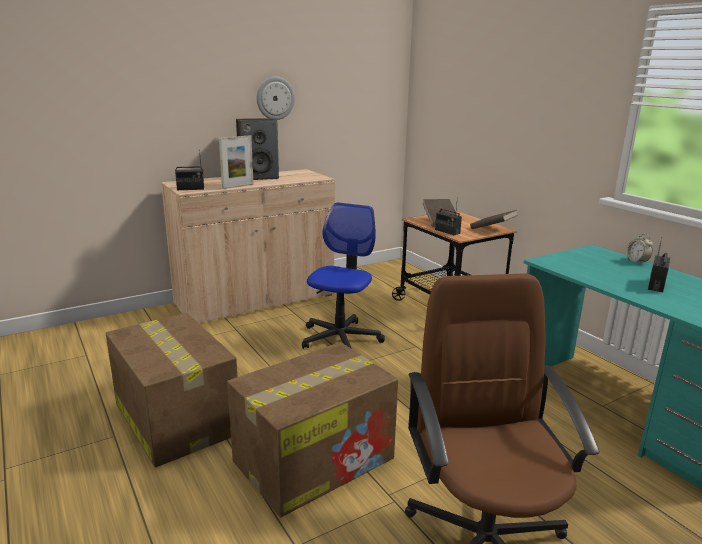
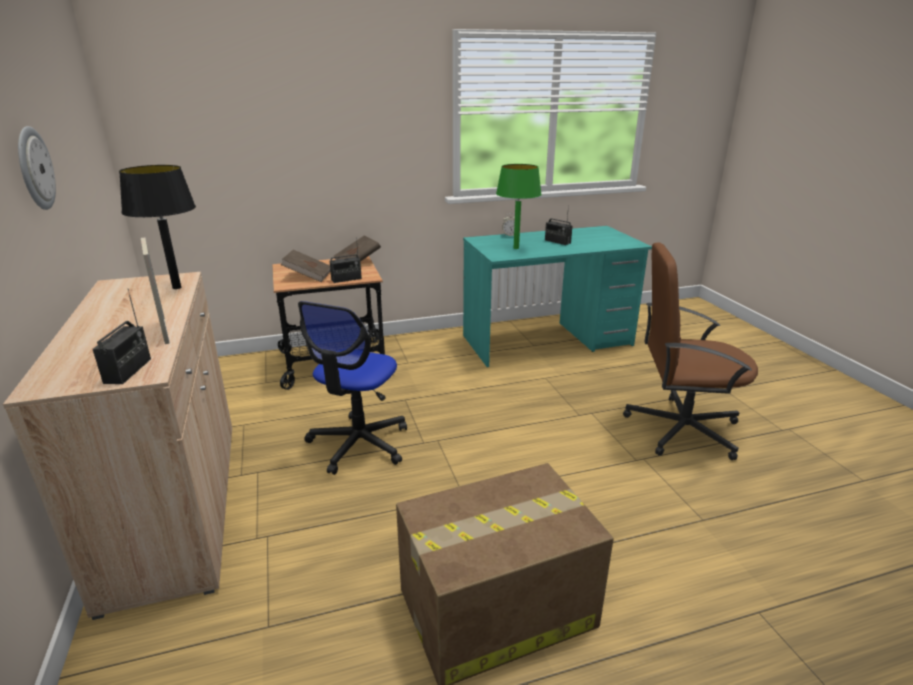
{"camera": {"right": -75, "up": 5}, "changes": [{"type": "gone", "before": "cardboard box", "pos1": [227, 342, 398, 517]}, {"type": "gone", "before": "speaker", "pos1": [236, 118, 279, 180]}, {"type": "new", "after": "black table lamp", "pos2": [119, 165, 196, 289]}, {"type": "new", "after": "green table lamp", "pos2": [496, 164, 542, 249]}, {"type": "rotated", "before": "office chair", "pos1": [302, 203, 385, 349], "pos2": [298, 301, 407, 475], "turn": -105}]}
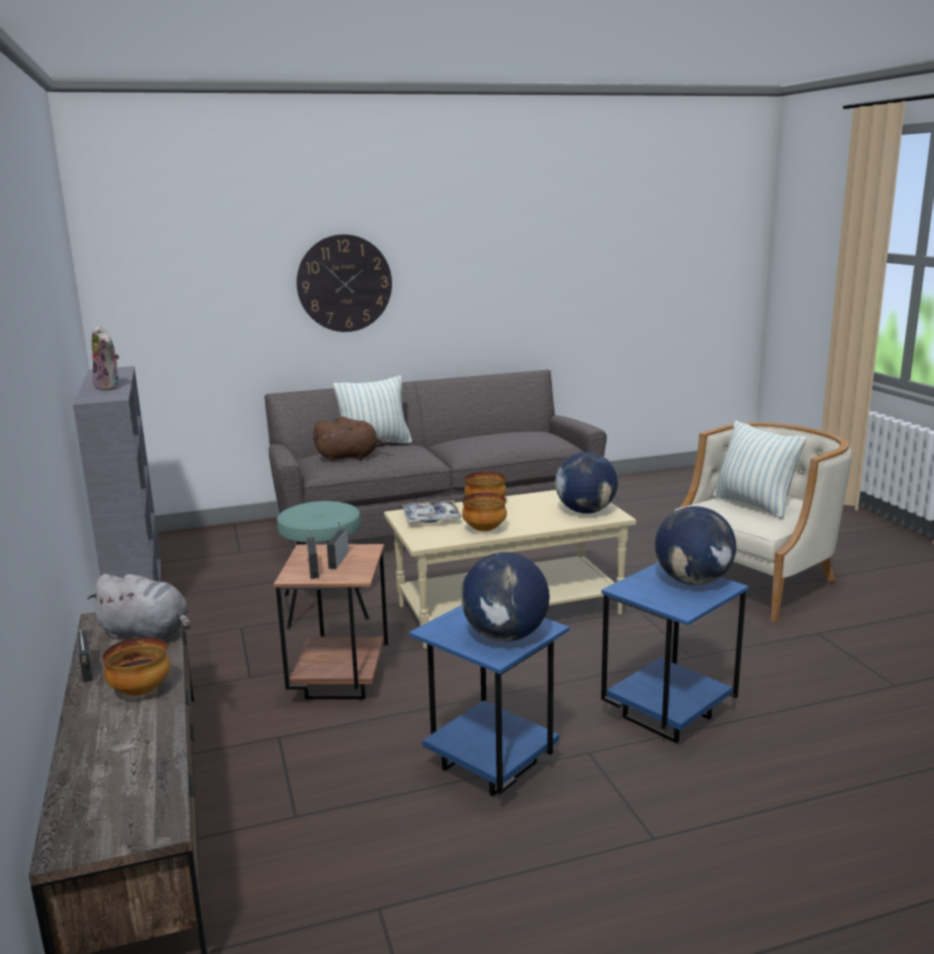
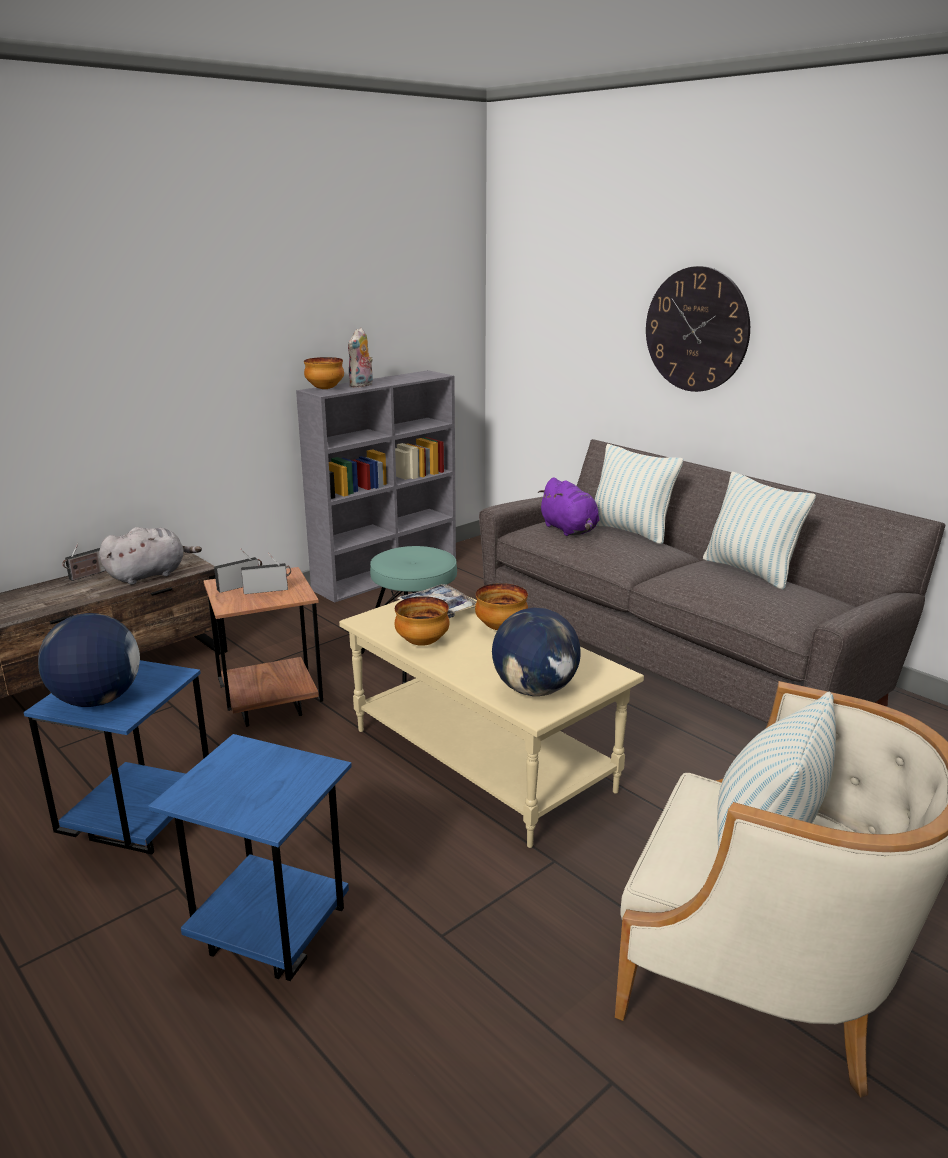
{"camera": {"right": 65, "up": 5}, "changes": [{"type": "gone", "before": "globe", "pos1": [655, 506, 736, 585]}, {"type": "new", "after": "pillow", "pos2": [703, 472, 816, 589]}, {"type": "shifted", "before": "bowl", "pos1": [102, 637, 170, 696], "pos2": [304, 357, 344, 389]}, {"type": "repainted", "before": "brown plush toy", "after": "purple plush toy", "pos1": [313, 416, 391, 461], "pos2": [538, 477, 599, 536]}, {"type": "rotated", "before": "grey plush toy", "pos1": [87, 574, 191, 640], "pos2": [99, 527, 202, 585], "turn": -120}]}
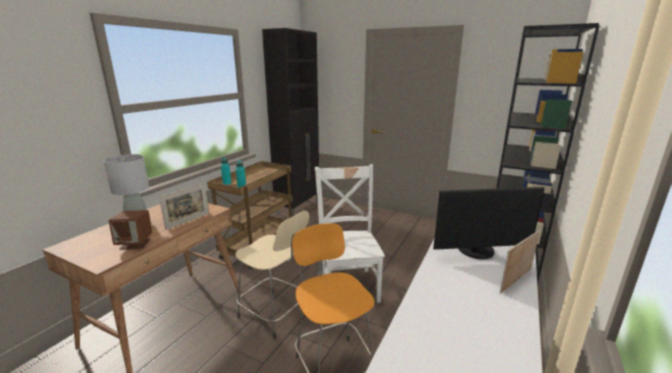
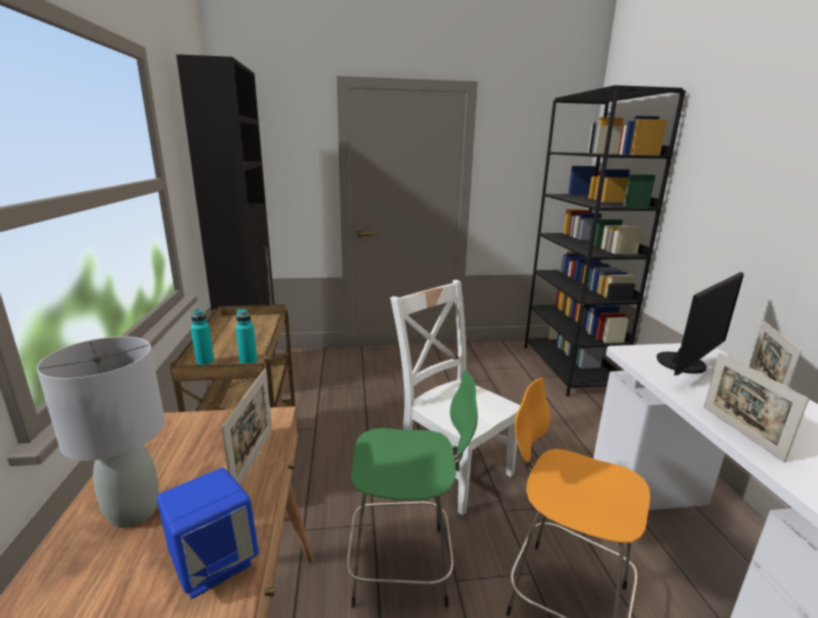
{"camera": {"right": -35, "up": 0}, "changes": [{"type": "new", "after": "picture frame", "pos2": [704, 352, 809, 462]}, {"type": "repainted", "before": "brown speaker", "after": "blue speaker", "pos1": [109, 210, 152, 250], "pos2": [157, 468, 259, 599]}, {"type": "repainted", "before": "beige stool", "after": "green stool", "pos1": [235, 211, 309, 339], "pos2": [346, 371, 478, 608]}]}
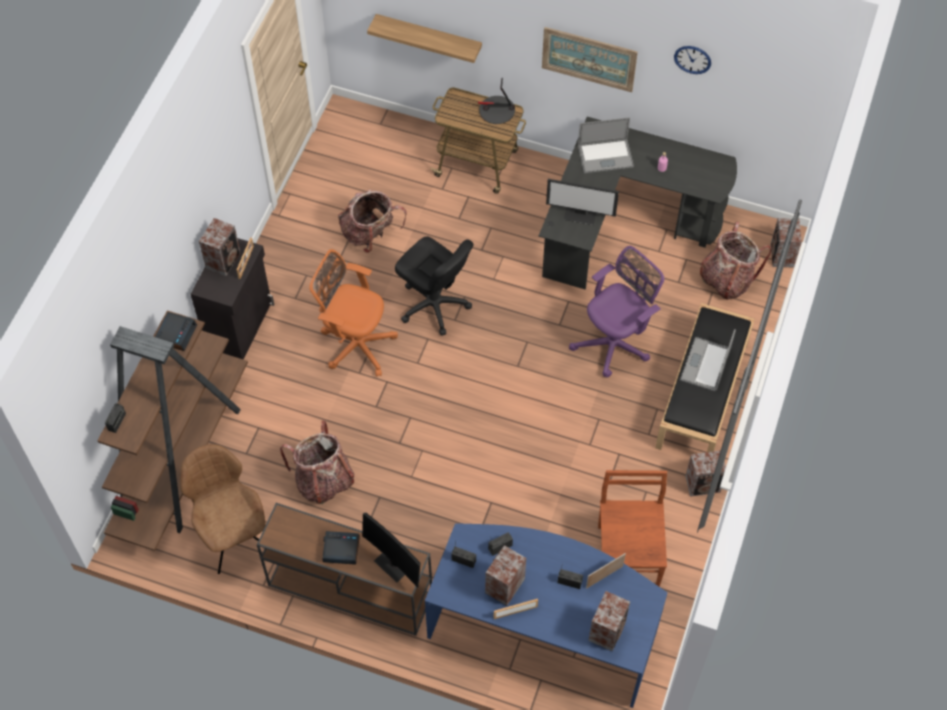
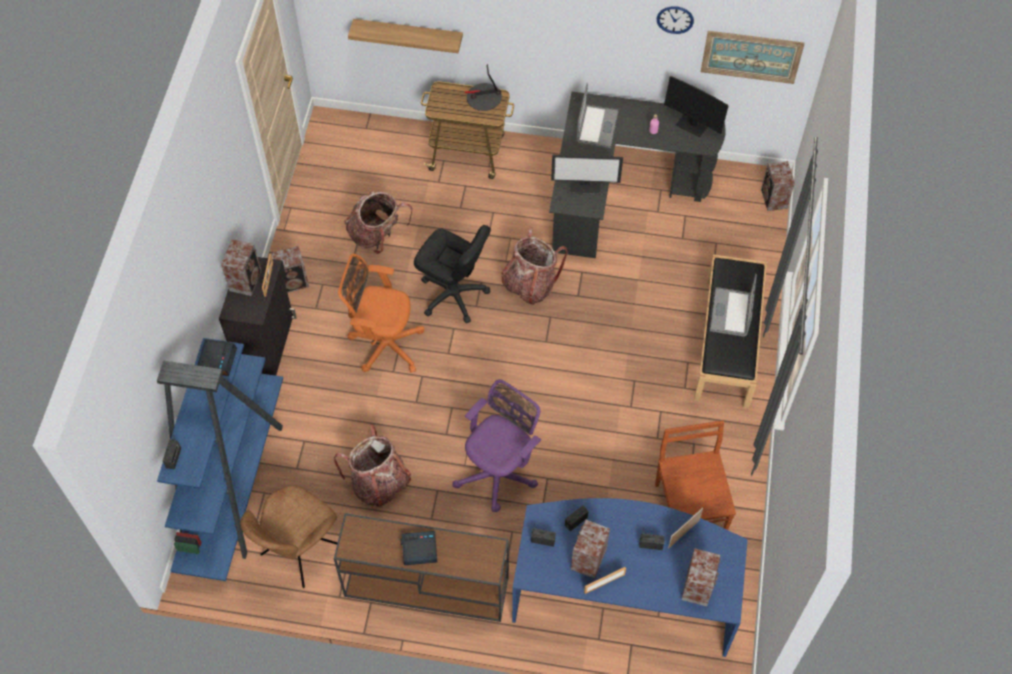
{"camera": {"right": -10, "up": 0}, "changes": [{"type": "shifted", "before": "monitor", "pos1": [362, 513, 420, 587], "pos2": [664, 76, 729, 138]}, {"type": "shifted", "before": "picture", "pos1": [542, 27, 638, 92], "pos2": [701, 31, 805, 84]}, {"type": "shifted", "before": "purple office chair", "pos1": [569, 246, 664, 377], "pos2": [453, 379, 541, 512]}, {"type": "shifted", "before": "speaker", "pos1": [686, 450, 726, 497], "pos2": [270, 246, 309, 293]}, {"type": "shifted", "before": "backpack", "pos1": [700, 222, 772, 300], "pos2": [501, 227, 567, 305]}, {"type": "repainted", "before": "brown bookcase", "after": "blue bookcase", "pos1": [97, 310, 248, 551], "pos2": [157, 338, 283, 581]}, {"type": "rotated", "before": "brown chair", "pos1": [180, 444, 265, 574], "pos2": [240, 485, 338, 588], "turn": -105}, {"type": "rotated", "before": "laptop", "pos1": [578, 117, 634, 173], "pos2": [577, 83, 619, 148], "turn": -60}]}
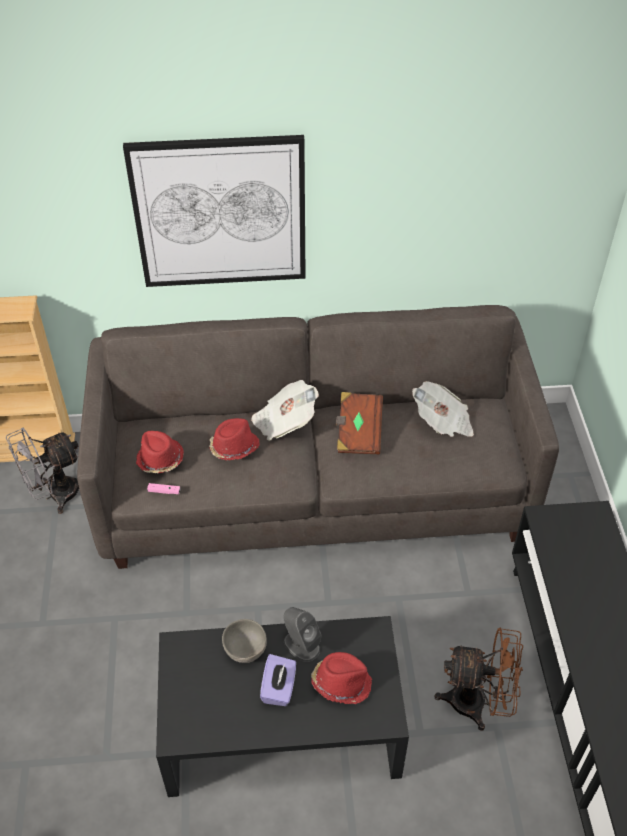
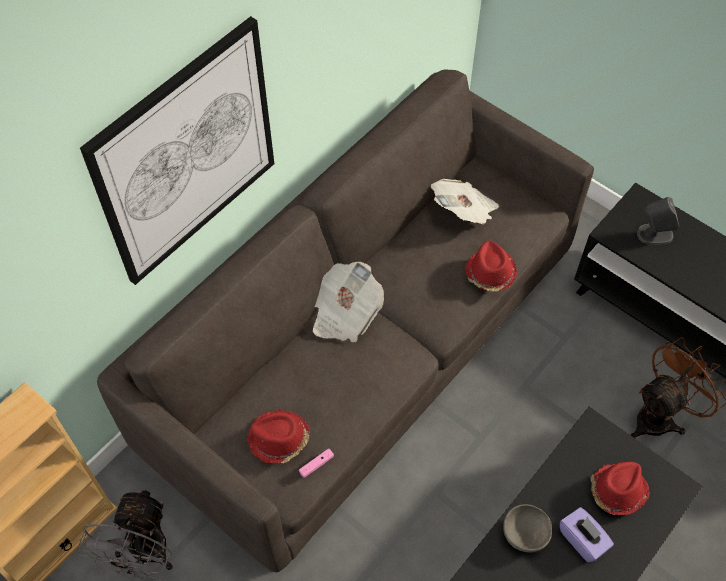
{"camera": {"right": -45, "up": 10}, "changes": [{"type": "gone", "before": "brown book", "pos1": [336, 392, 383, 455]}, {"type": "shifted", "before": "red hat", "pos1": [210, 418, 260, 460], "pos2": [465, 241, 517, 291]}, {"type": "shifted", "before": "grey speaker", "pos1": [284, 607, 322, 662], "pos2": [637, 197, 679, 245]}]}
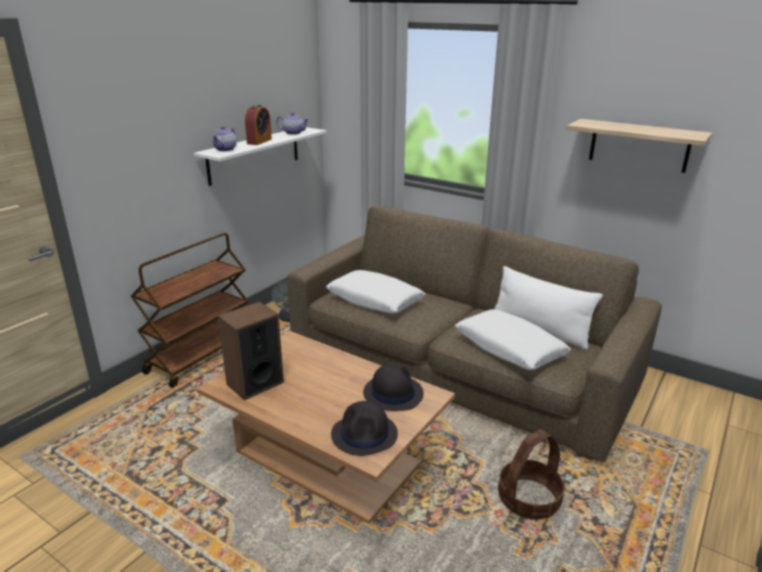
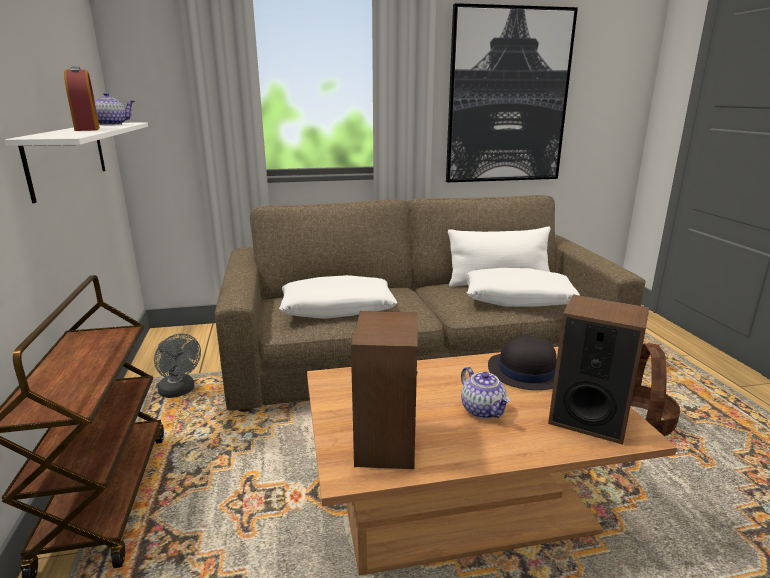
{"camera": {"right": -45, "up": -5}, "changes": [{"type": "shifted", "before": "teapot", "pos1": [212, 126, 237, 151], "pos2": [461, 367, 510, 419]}, {"type": "swapped", "before": "black hat", "after": "speaker", "pos1": [331, 401, 398, 456], "pos2": [548, 295, 649, 445]}, {"type": "swapped", "before": "shelf", "after": "picture", "pos1": [566, 119, 713, 173], "pos2": [446, 3, 578, 182]}]}
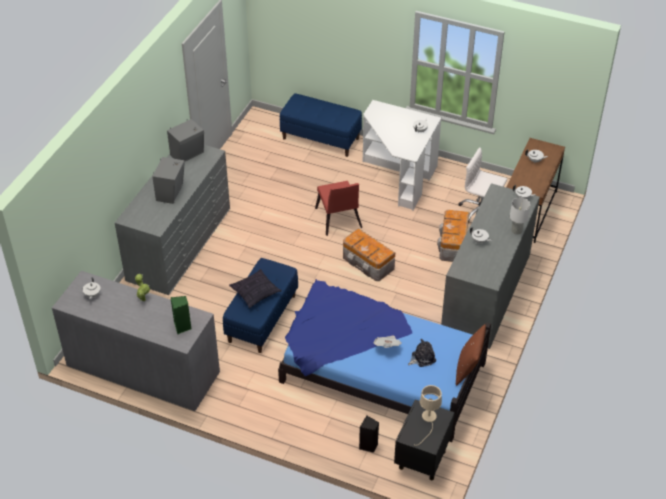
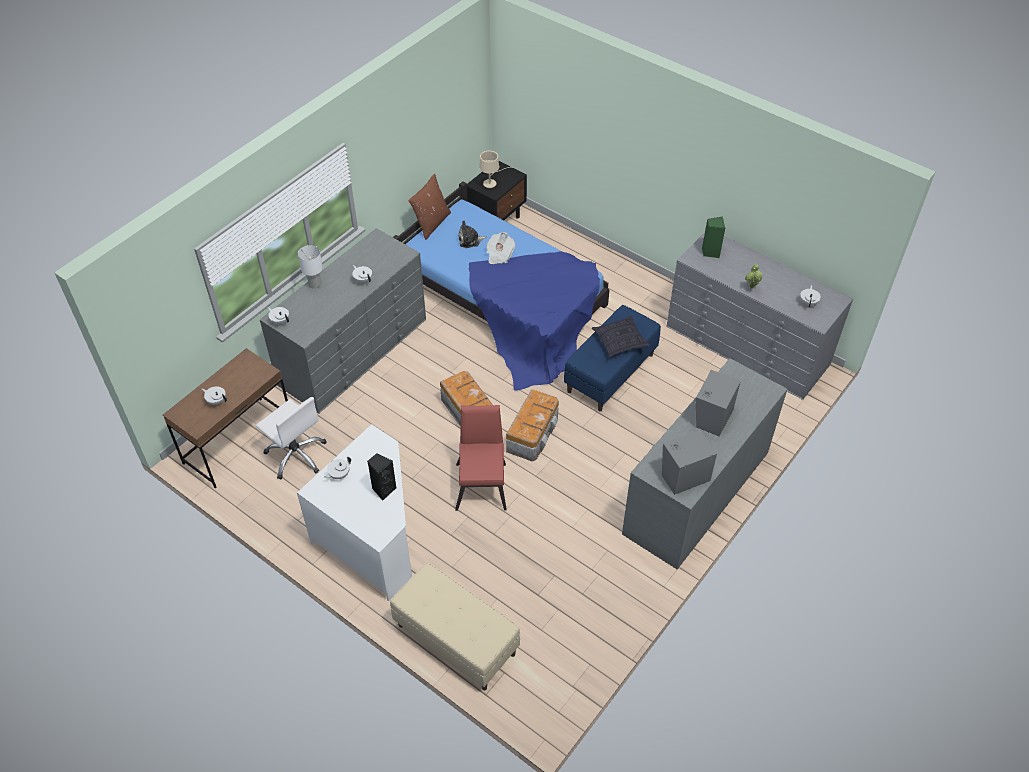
{"camera": {"right": -165, "up": 5}, "changes": [{"type": "shifted", "before": "black speaker", "pos1": [359, 415, 379, 453], "pos2": [367, 453, 396, 501]}, {"type": "shifted", "before": "storage box", "pos1": [437, 210, 469, 262], "pos2": [506, 389, 559, 461]}, {"type": "repainted", "before": "blue bench", "after": "beige bench", "pos1": [280, 93, 362, 157], "pos2": [390, 563, 520, 690]}]}
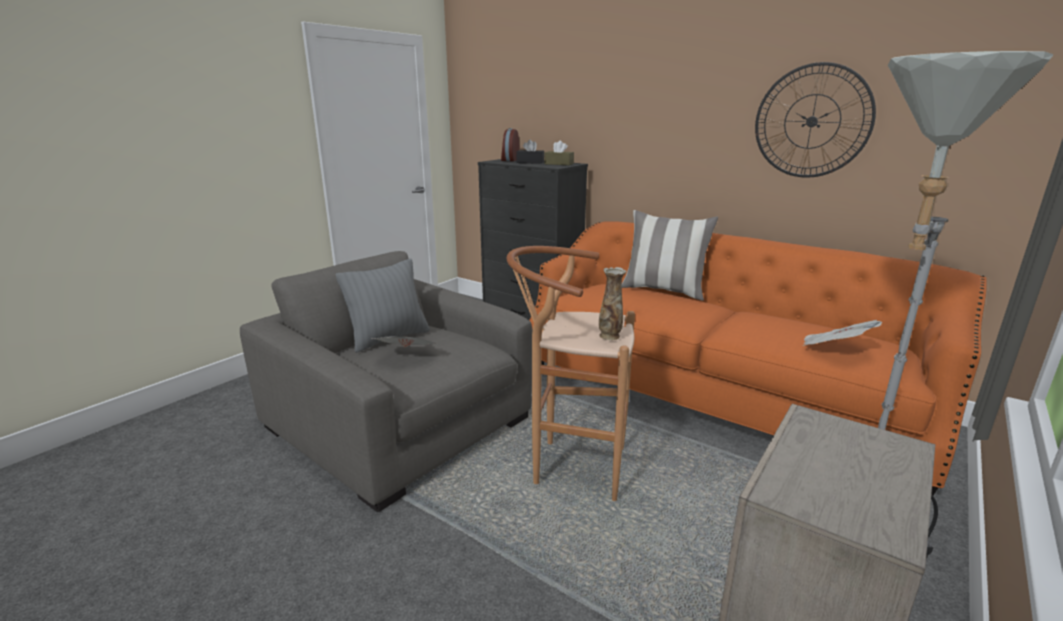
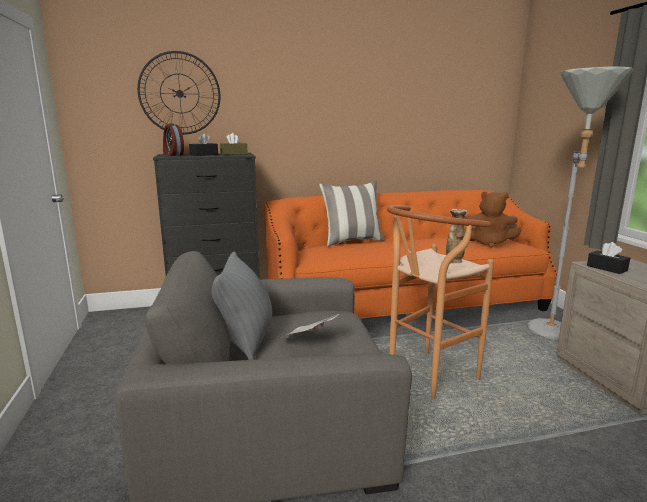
{"camera": {"right": -50, "up": -5}, "changes": [{"type": "new", "after": "black tissue box", "pos2": [587, 242, 630, 274]}, {"type": "shifted", "before": "wall clock", "pos1": [755, 62, 876, 178], "pos2": [137, 51, 220, 135]}, {"type": "swapped", "before": "newspaper", "after": "brown plush toy", "pos1": [803, 320, 882, 346], "pos2": [464, 191, 522, 248]}]}
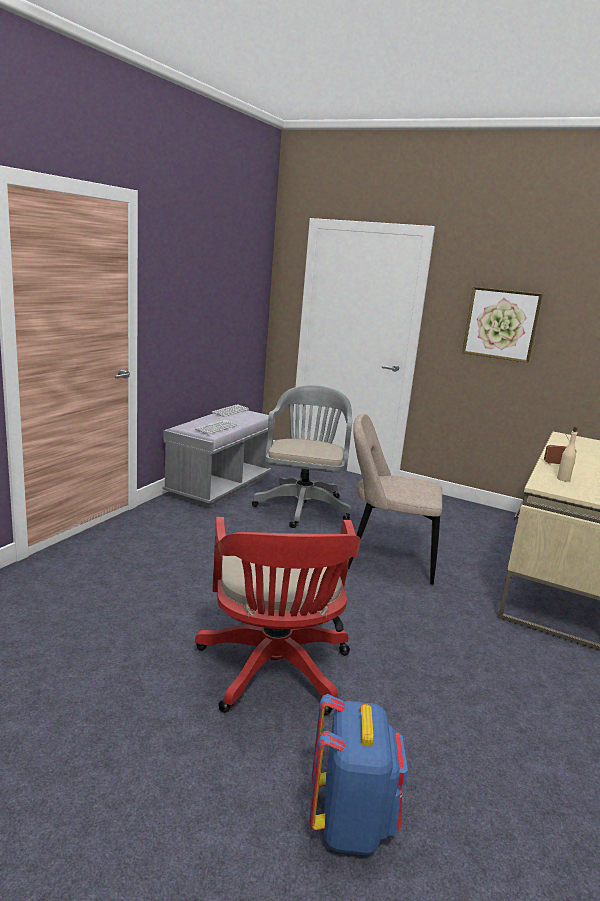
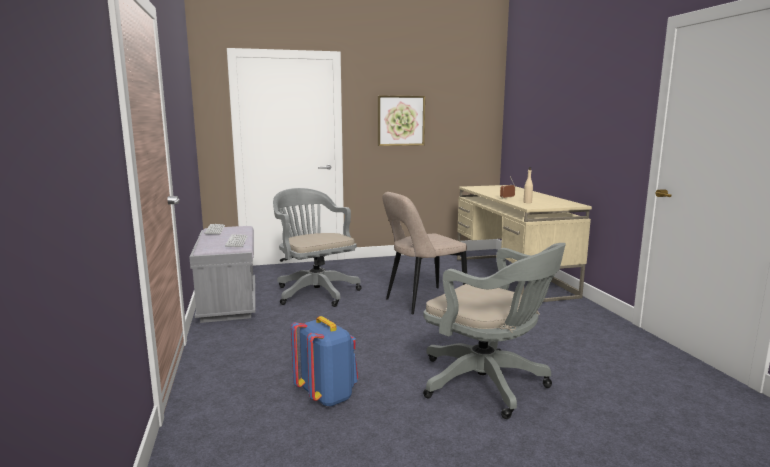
{"camera": {"right": -40, "up": -5}, "changes": [{"type": "shifted", "before": "blue backpack", "pos1": [309, 694, 408, 855], "pos2": [291, 316, 358, 407]}, {"type": "repainted", "before": "red office chair", "after": "grey office chair", "pos1": [195, 517, 361, 715], "pos2": [423, 243, 566, 419]}]}
